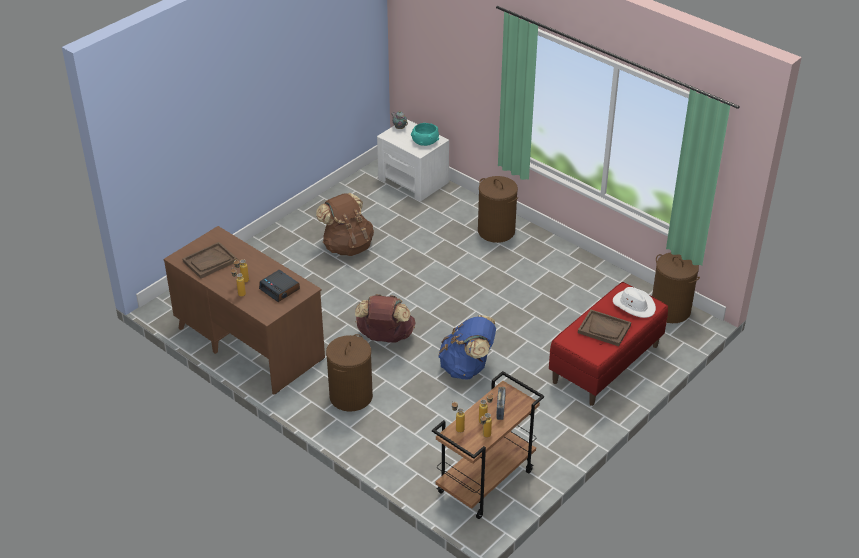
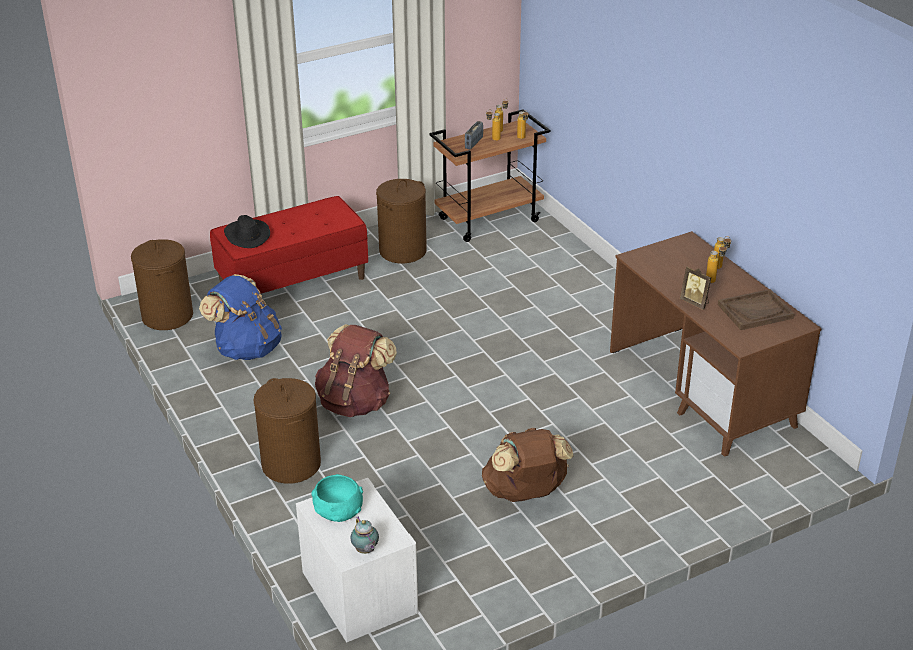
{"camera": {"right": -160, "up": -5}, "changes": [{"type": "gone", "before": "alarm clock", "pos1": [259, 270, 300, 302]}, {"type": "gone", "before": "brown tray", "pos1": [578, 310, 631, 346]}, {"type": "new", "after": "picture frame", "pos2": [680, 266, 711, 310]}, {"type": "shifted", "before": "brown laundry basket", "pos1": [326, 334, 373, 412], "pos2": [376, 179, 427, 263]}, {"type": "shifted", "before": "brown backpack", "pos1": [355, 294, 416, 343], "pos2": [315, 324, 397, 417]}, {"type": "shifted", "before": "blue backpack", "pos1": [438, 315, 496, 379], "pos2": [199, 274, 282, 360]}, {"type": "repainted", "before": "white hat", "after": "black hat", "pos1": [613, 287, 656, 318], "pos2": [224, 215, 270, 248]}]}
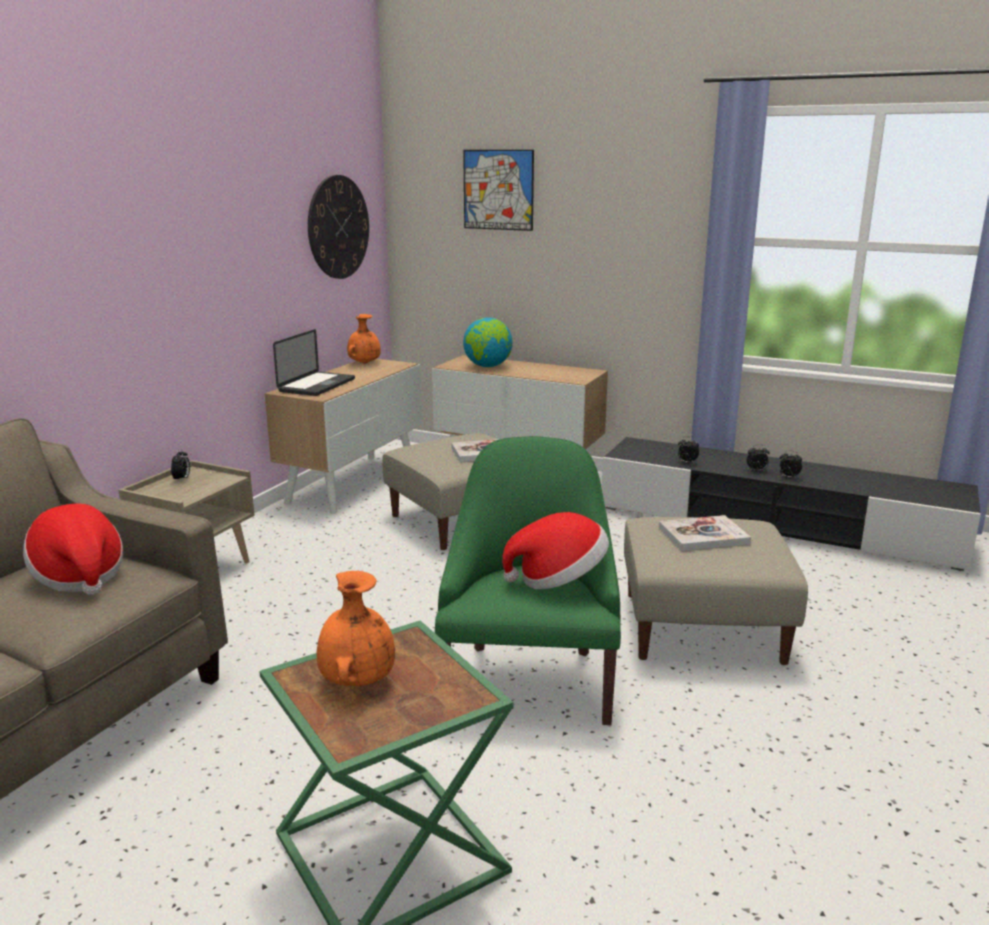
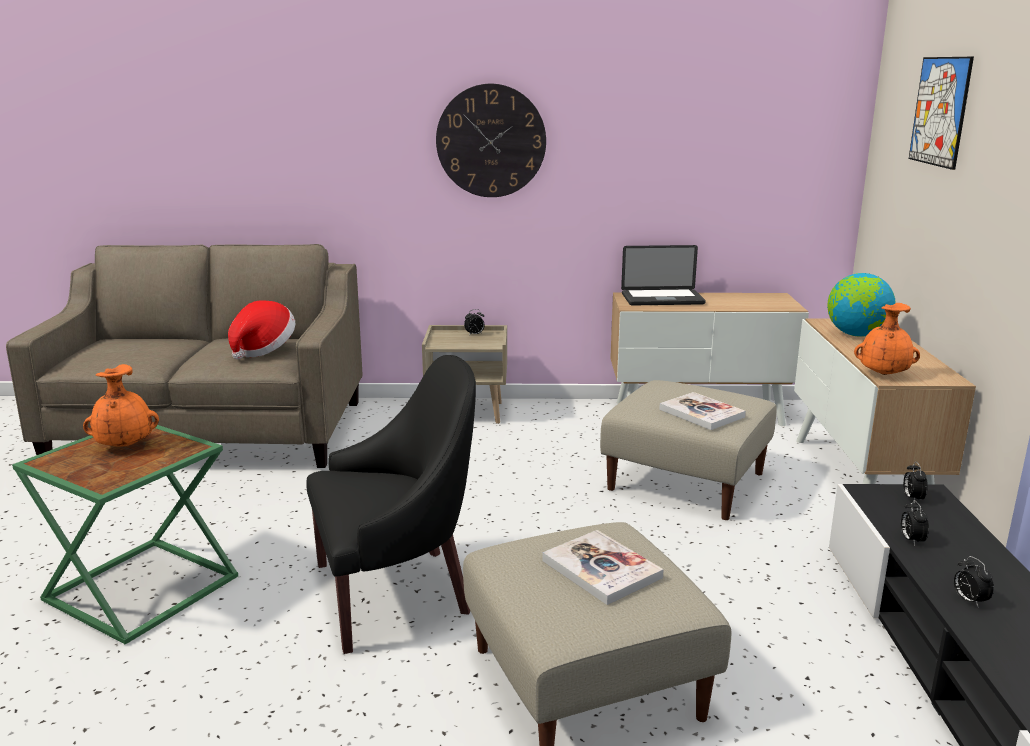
{"camera": {"right": 65, "up": 0}, "changes": [{"type": "gone", "before": "hat", "pos1": [502, 512, 609, 589]}, {"type": "shifted", "before": "wall clock", "pos1": [308, 175, 369, 279], "pos2": [436, 84, 546, 197]}, {"type": "shifted", "before": "orange vase", "pos1": [347, 314, 381, 364], "pos2": [854, 303, 920, 375]}, {"type": "shifted", "before": "alarm clock", "pos1": [779, 450, 802, 478], "pos2": [903, 462, 928, 503]}, {"type": "repainted", "before": "green armchair", "after": "black armchair", "pos1": [435, 436, 621, 725], "pos2": [306, 355, 476, 654]}]}
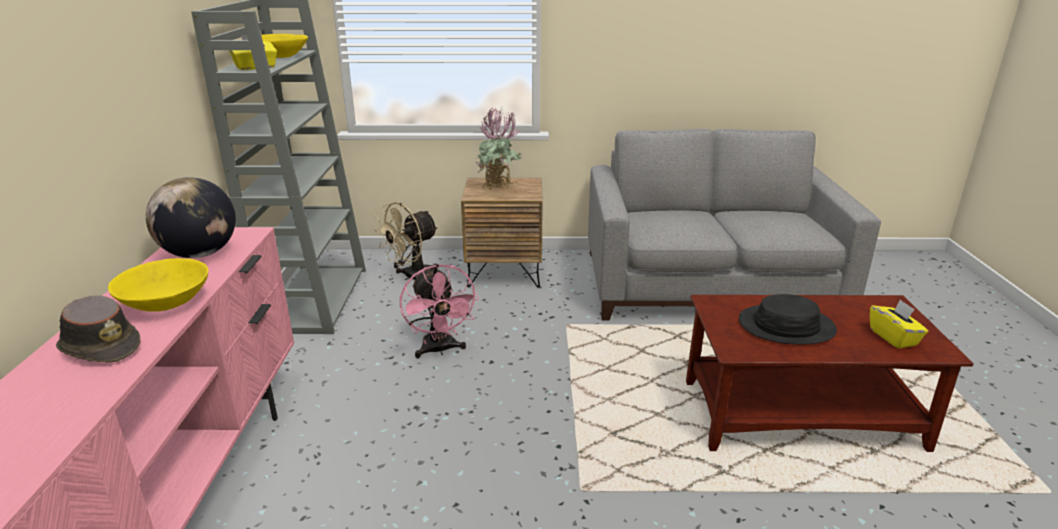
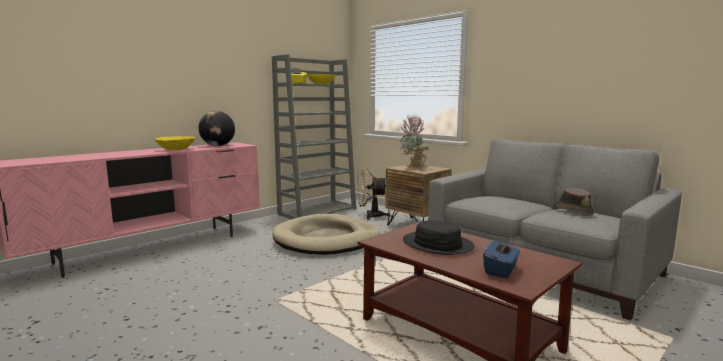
{"camera": {"right": 45, "up": -15}, "changes": [{"type": "shifted", "before": "brown hat", "pos1": [56, 295, 141, 363], "pos2": [554, 187, 595, 216]}, {"type": "swapped", "before": "pink fan", "after": "beige dog bed", "pos1": [400, 264, 479, 358], "pos2": [272, 214, 380, 255]}, {"type": "repainted", "before": "yellow tissue box", "after": "blue tissue box", "pos1": [870, 299, 928, 349], "pos2": [483, 238, 520, 278]}]}
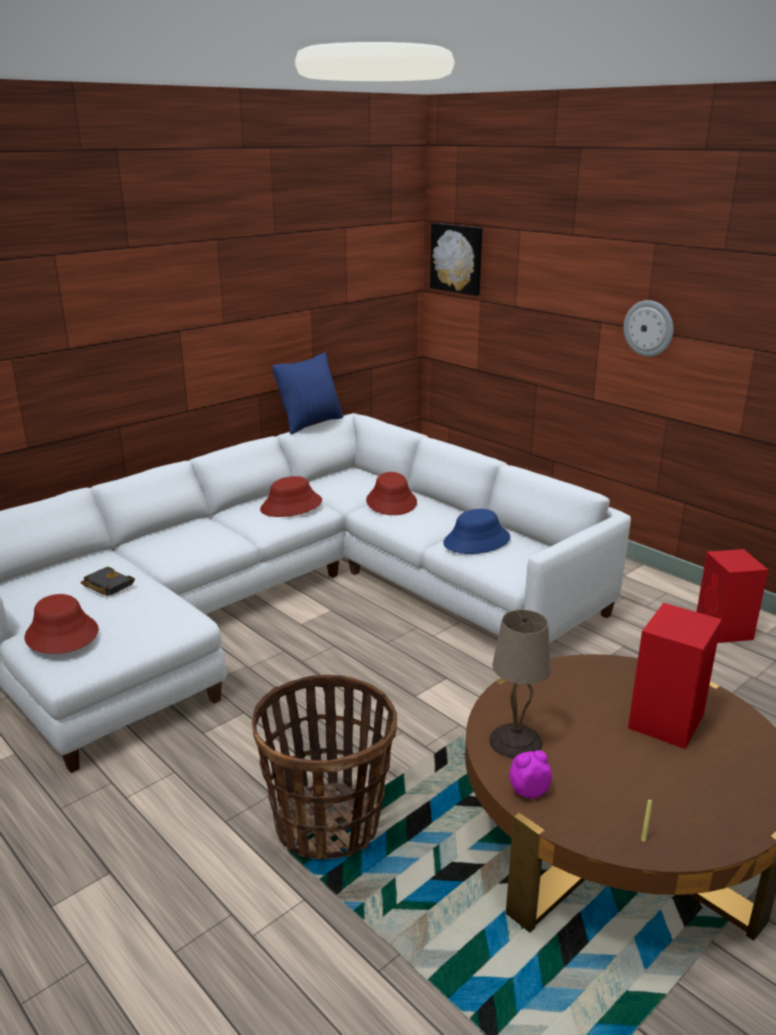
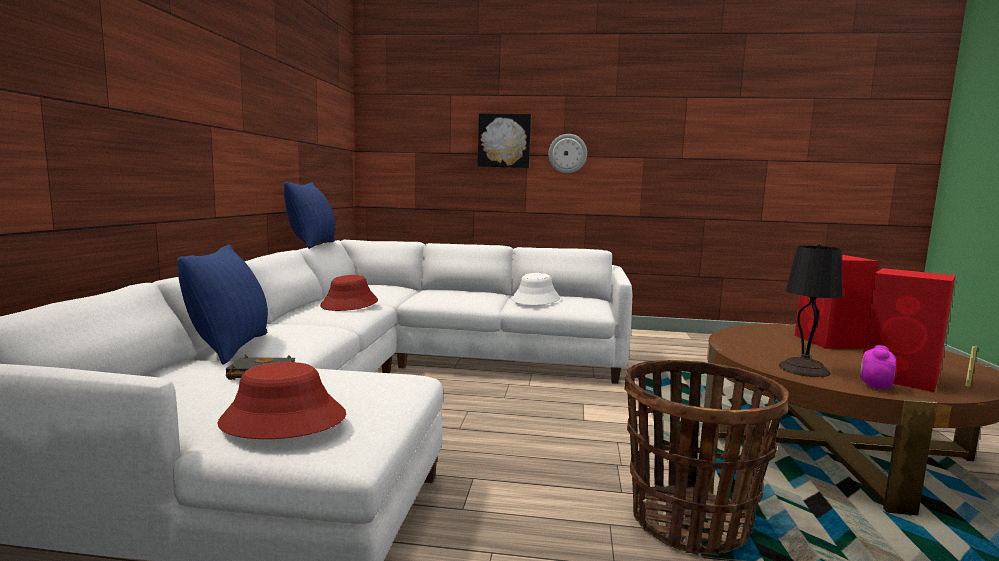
{"camera": {"right": -40, "up": -15}, "changes": [{"type": "gone", "before": "red hat", "pos1": [366, 472, 417, 515]}, {"type": "new", "after": "blue pillow", "pos2": [177, 244, 268, 365]}, {"type": "shifted", "before": "picture", "pos1": [430, 223, 483, 296], "pos2": [478, 113, 531, 168]}, {"type": "shifted", "before": "red speaker", "pos1": [696, 549, 768, 643], "pos2": [860, 268, 956, 392]}, {"type": "repainted", "before": "blue hat", "after": "white hat", "pos1": [443, 509, 510, 554], "pos2": [511, 273, 560, 305]}, {"type": "repainted", "before": "beige table lamp", "after": "black table lamp", "pos1": [489, 610, 551, 759], "pos2": [778, 243, 842, 377]}]}
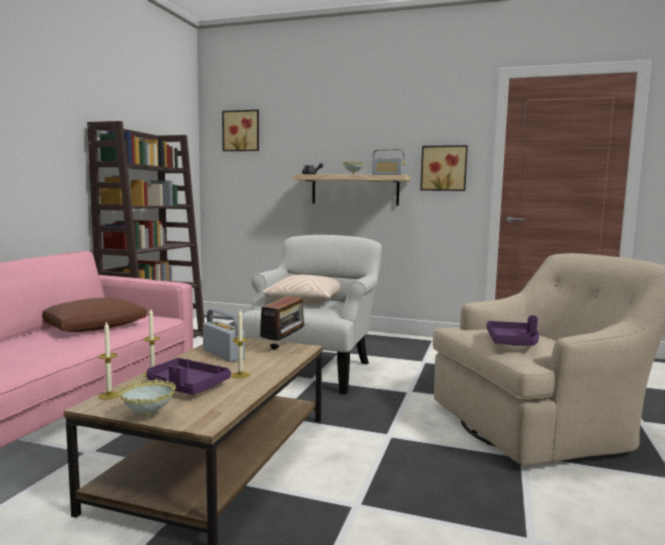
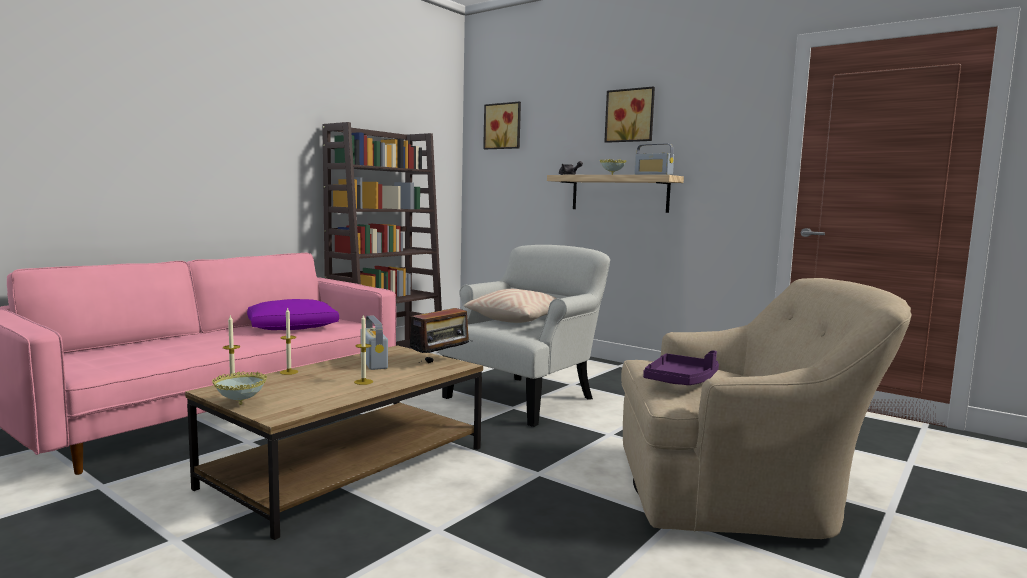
{"camera": {"right": 20, "up": 0}, "changes": [{"type": "gone", "before": "purple tray", "pos1": [146, 358, 231, 395]}, {"type": "shifted", "before": "picture", "pos1": [420, 145, 468, 191], "pos2": [604, 86, 655, 143]}, {"type": "repainted", "before": "brown pillow", "after": "purple pillow", "pos1": [42, 297, 147, 332], "pos2": [247, 299, 339, 330]}]}
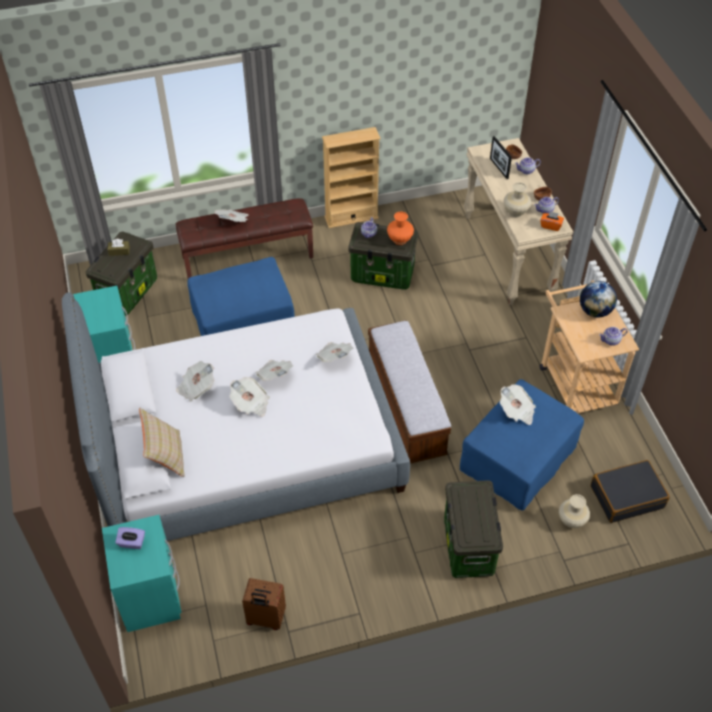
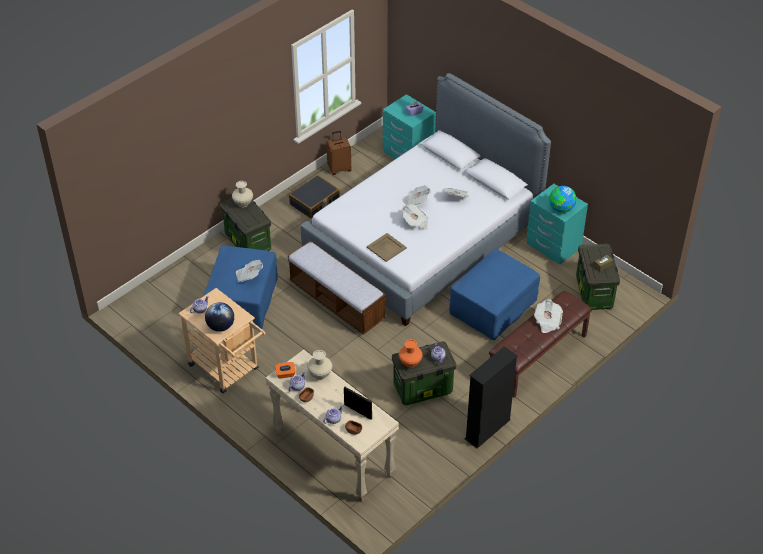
{"camera": {"right": 150, "up": -5}, "changes": [{"type": "gone", "before": "beige pillow", "pos1": [139, 407, 184, 477]}, {"type": "new", "after": "globe", "pos2": [549, 186, 577, 213]}, {"type": "shifted", "before": "beige vase", "pos1": [559, 494, 590, 528], "pos2": [232, 181, 253, 207]}, {"type": "shifted", "before": "black suitcase", "pos1": [591, 460, 670, 523], "pos2": [289, 175, 340, 218]}, {"type": "swapped", "before": "newspaper", "after": "beige tray", "pos1": [315, 342, 353, 362], "pos2": [367, 233, 407, 262]}, {"type": "repainted", "before": "beige bookcase", "after": "black bookcase", "pos1": [322, 127, 381, 228], "pos2": [465, 347, 517, 448]}]}
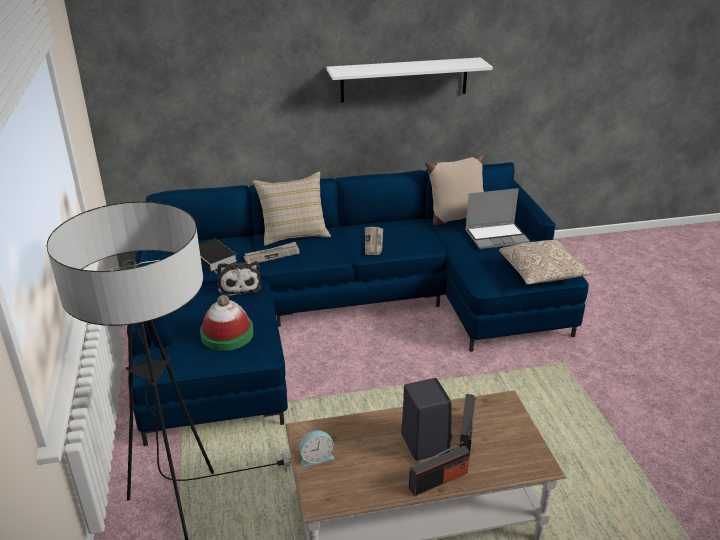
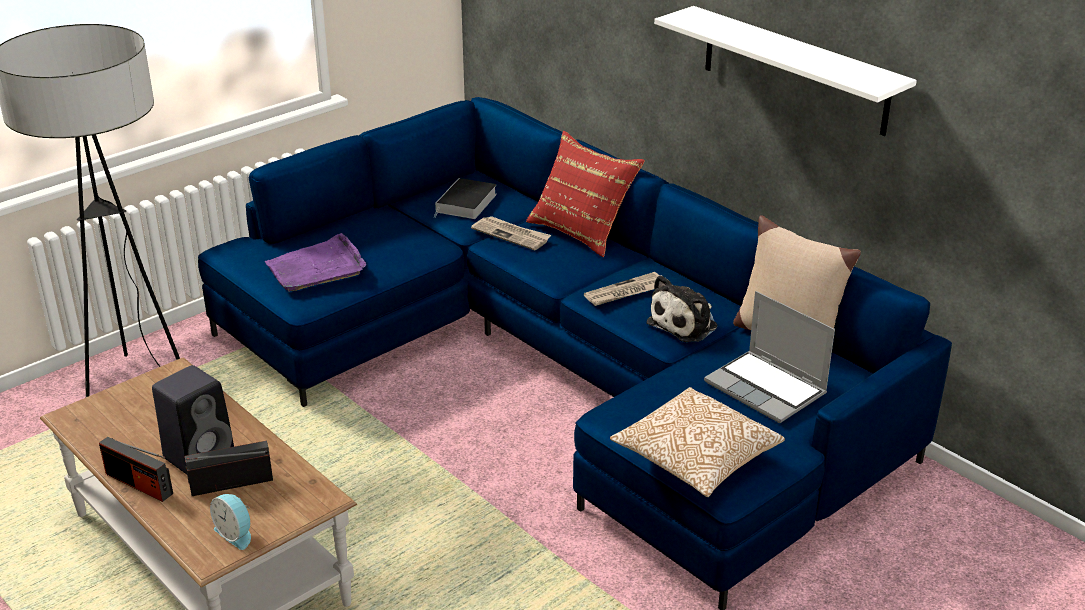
{"camera": {"right": 60, "up": 0}, "changes": [{"type": "shifted", "before": "plush toy", "pos1": [217, 261, 261, 297], "pos2": [646, 275, 717, 342]}, {"type": "shifted", "before": "alarm clock", "pos1": [299, 430, 334, 467], "pos2": [210, 494, 251, 550]}, {"type": "swapped", "before": "hat", "after": "purple tray", "pos1": [200, 295, 254, 351], "pos2": [265, 233, 366, 292]}, {"type": "repainted", "before": "beige pillow", "after": "red pillow", "pos1": [253, 172, 331, 246], "pos2": [526, 131, 645, 257]}]}
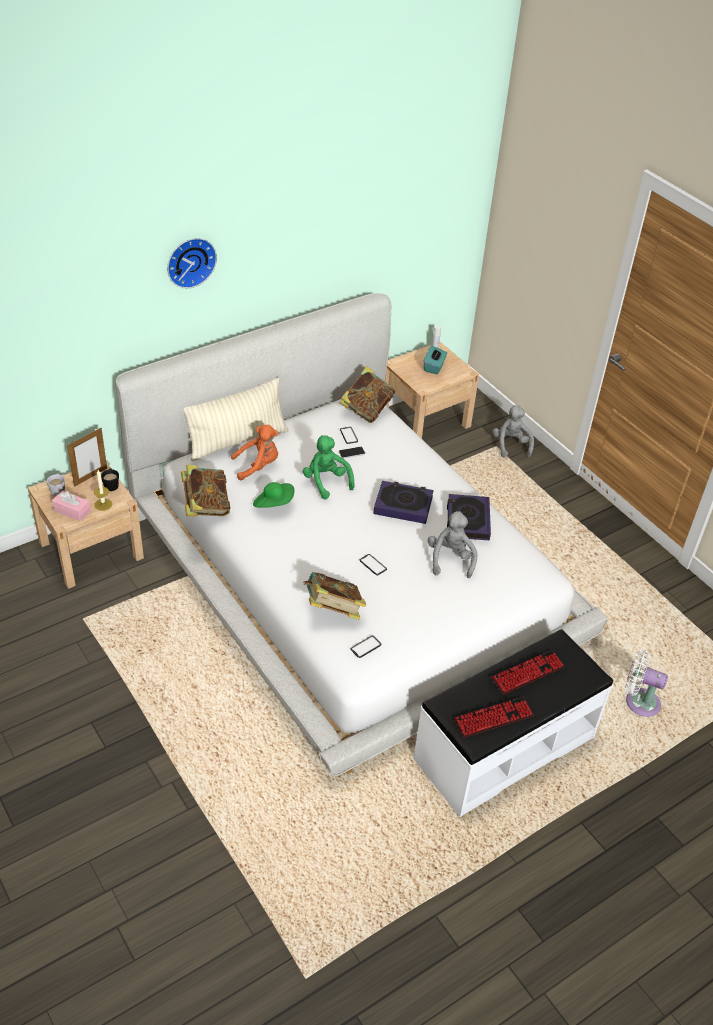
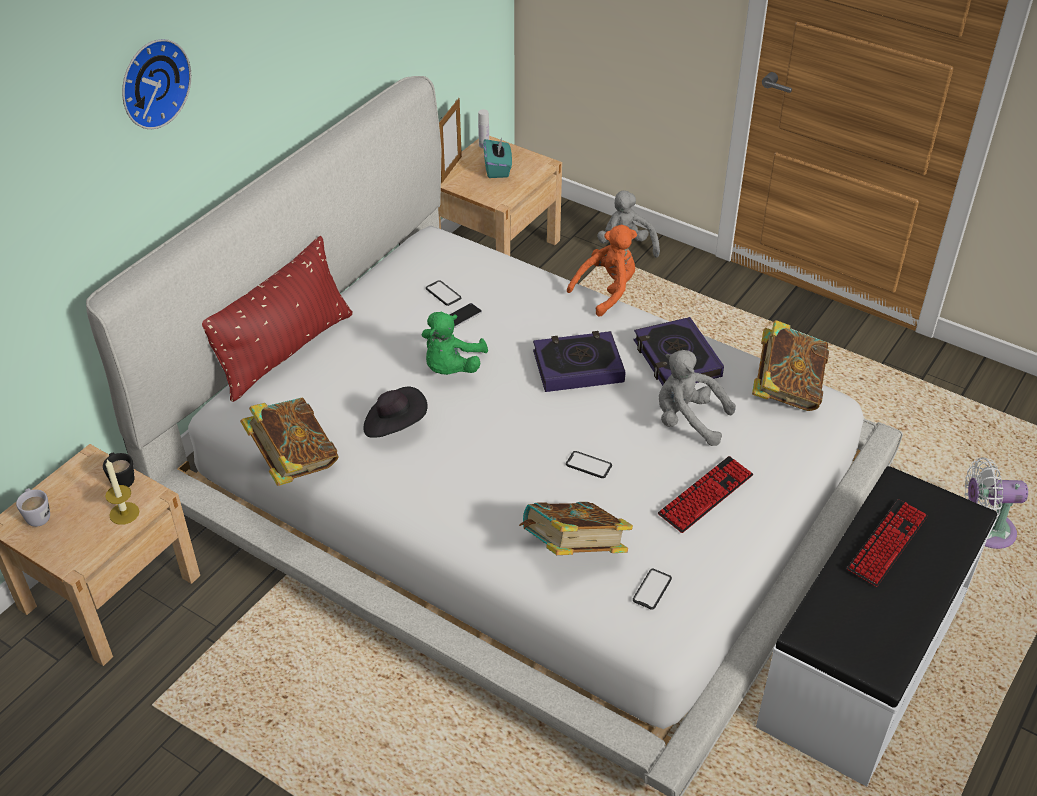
{"camera": {"right": -20, "up": 0}, "changes": [{"type": "gone", "before": "pink tissue box", "pos1": [52, 490, 91, 521]}, {"type": "shifted", "before": "picture frame", "pos1": [67, 428, 107, 487], "pos2": [439, 98, 462, 183]}, {"type": "shifted", "before": "orange plush toy", "pos1": [231, 425, 278, 481], "pos2": [567, 225, 637, 317]}, {"type": "shifted", "before": "book", "pos1": [340, 366, 395, 423], "pos2": [752, 320, 829, 411]}, {"type": "shifted", "before": "keyboard", "pos1": [454, 697, 534, 738], "pos2": [658, 456, 753, 533]}, {"type": "repainted", "before": "beige pillow", "after": "red pillow", "pos1": [184, 377, 288, 461], "pos2": [202, 236, 353, 402]}, {"type": "repainted", "before": "green hat", "after": "black hat", "pos1": [253, 482, 294, 508], "pos2": [364, 387, 427, 438]}, {"type": "rotated", "before": "green plush toy", "pos1": [303, 435, 355, 499], "pos2": [422, 312, 488, 375], "turn": -105}, {"type": "rotated", "before": "grey plush toy", "pos1": [428, 511, 477, 578], "pos2": [659, 350, 736, 446], "turn": -45}]}
